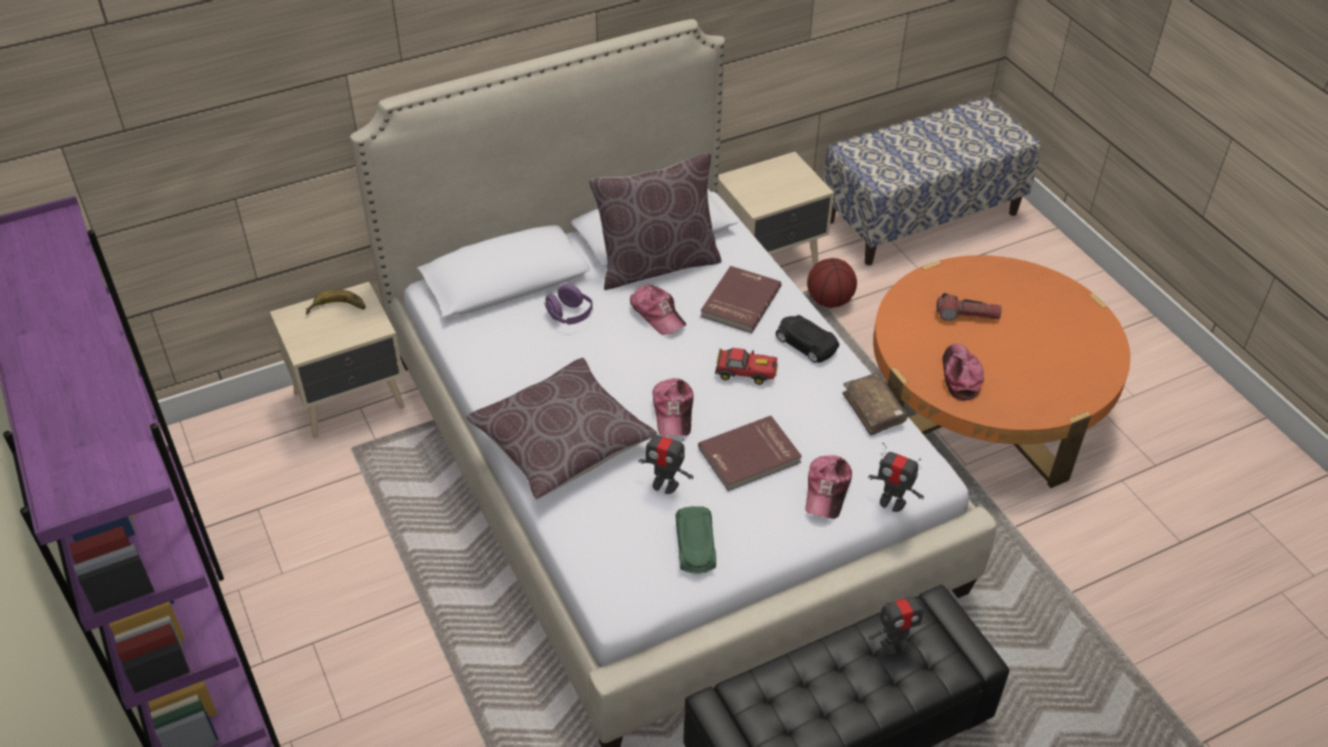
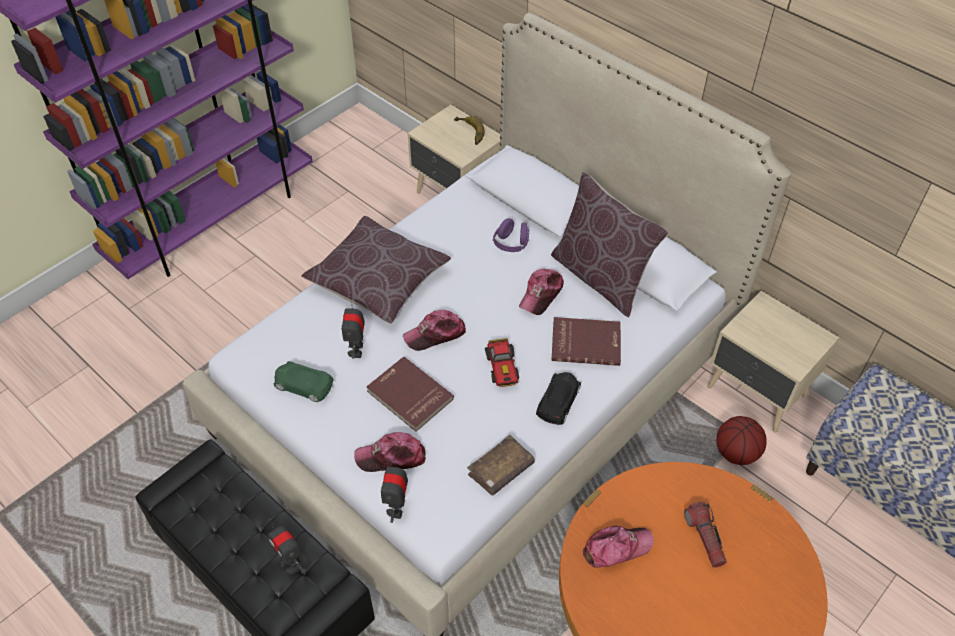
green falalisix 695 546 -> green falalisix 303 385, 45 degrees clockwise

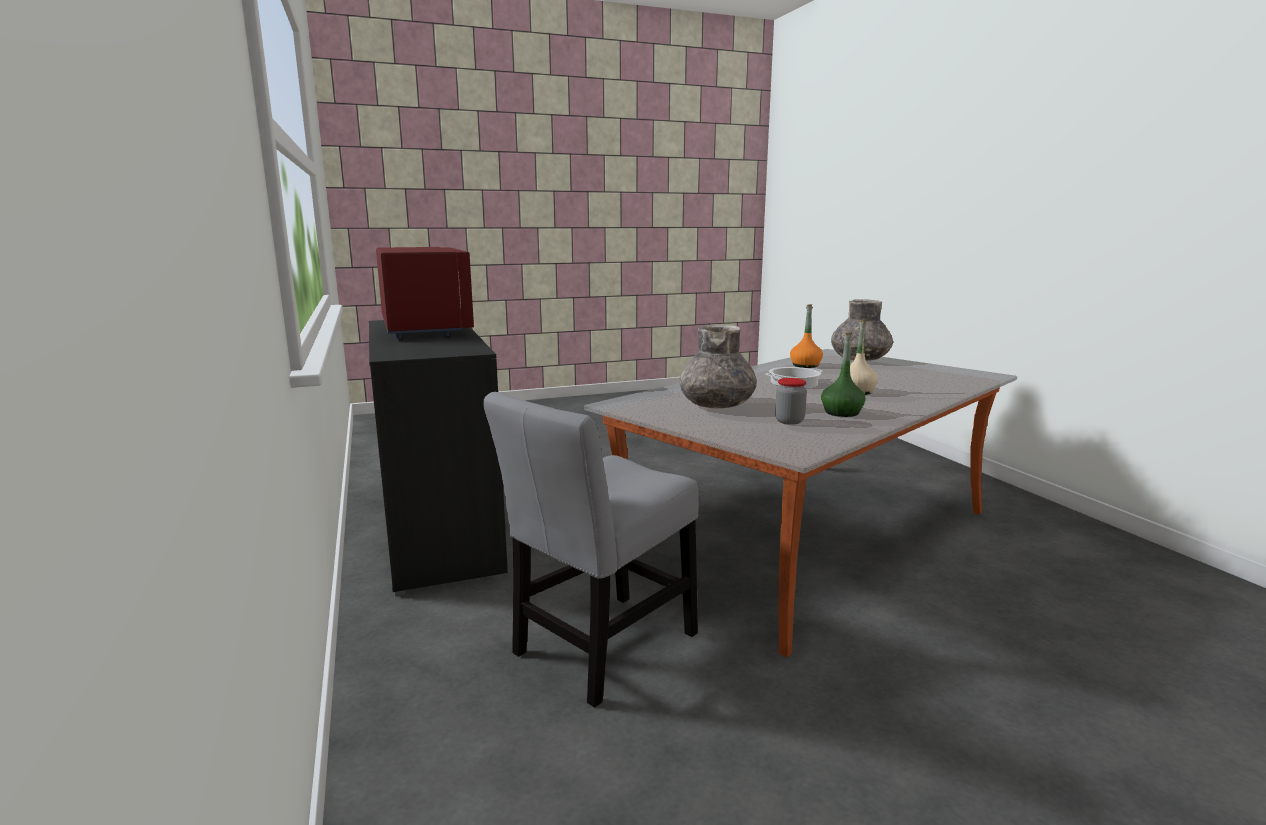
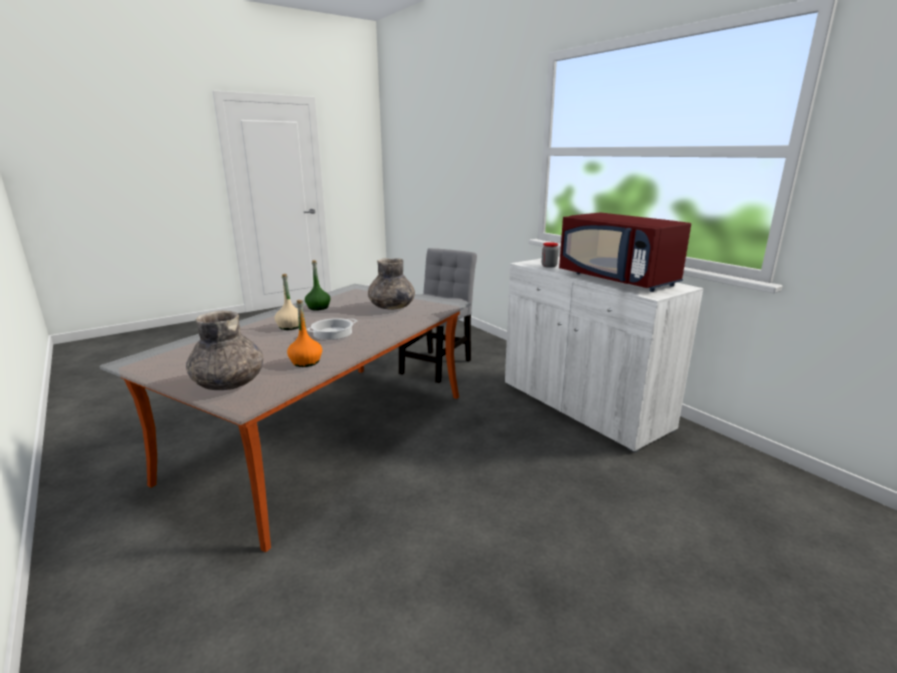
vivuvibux 789 421 -> vivuvibux 549 266, move
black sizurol 439 530 -> white sizurol 582 406

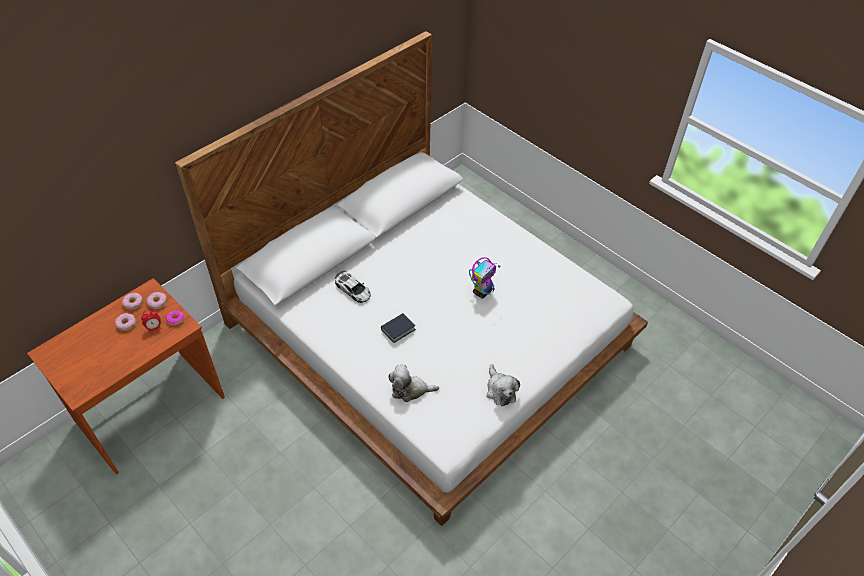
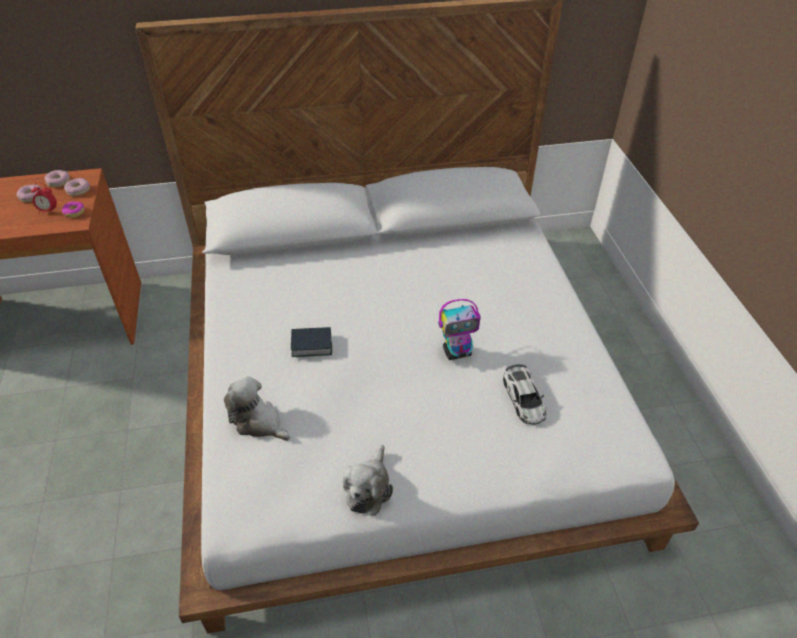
falalisix 353 290 -> falalisix 524 399, move

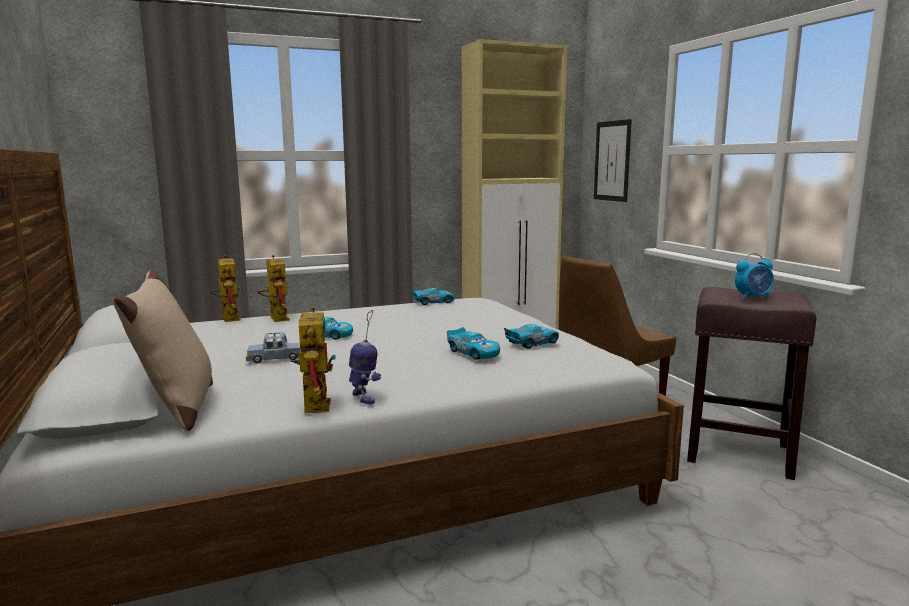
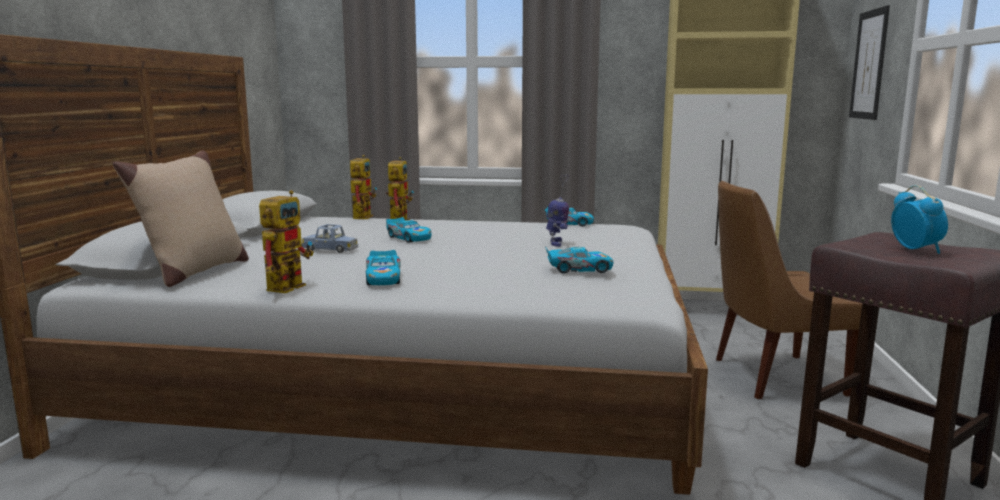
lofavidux 364 398 -> lofavidux 557 243, move
falalisix 473 352 -> falalisix 383 278, move
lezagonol 753 297 -> lezagonol 915 249, 120 degrees counterclockwise

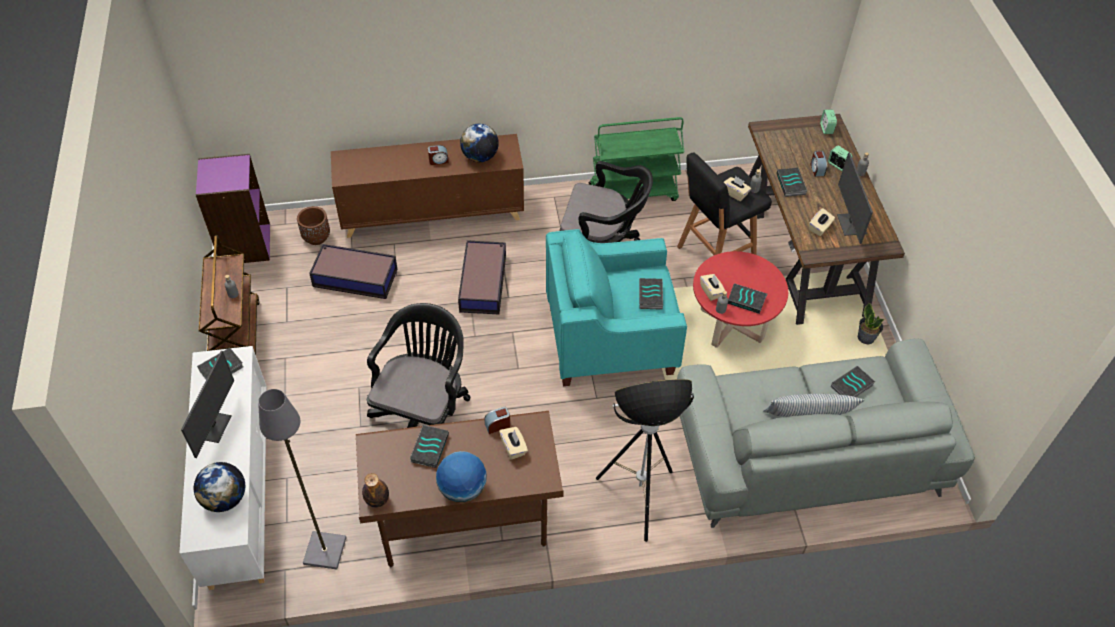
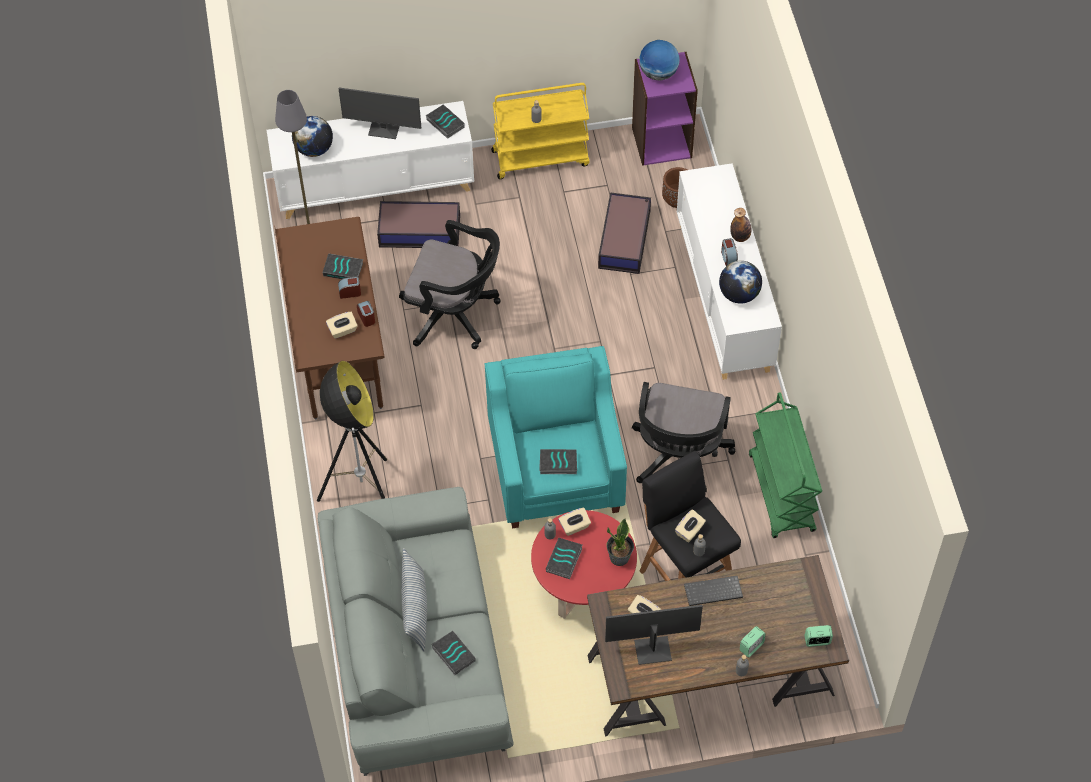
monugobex 377 500 -> monugobex 740 237, move
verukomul 462 489 -> verukomul 658 73, move
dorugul 483 282 -> dorugul 420 231, move
lezagonol 817 169 -> lezagonol 350 292, move
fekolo 866 337 -> fekolo 619 557, move
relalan 791 184 -> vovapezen 712 592
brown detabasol 238 338 -> yellow detabasol 541 157
brown sizurol 433 213 -> white sizurol 724 297

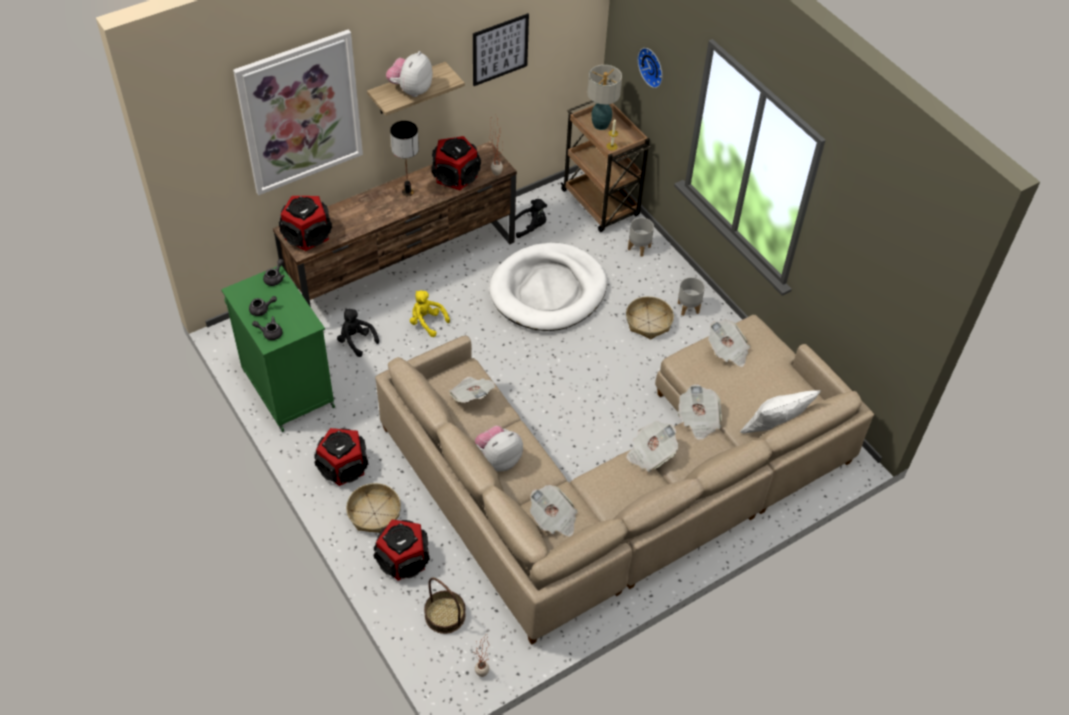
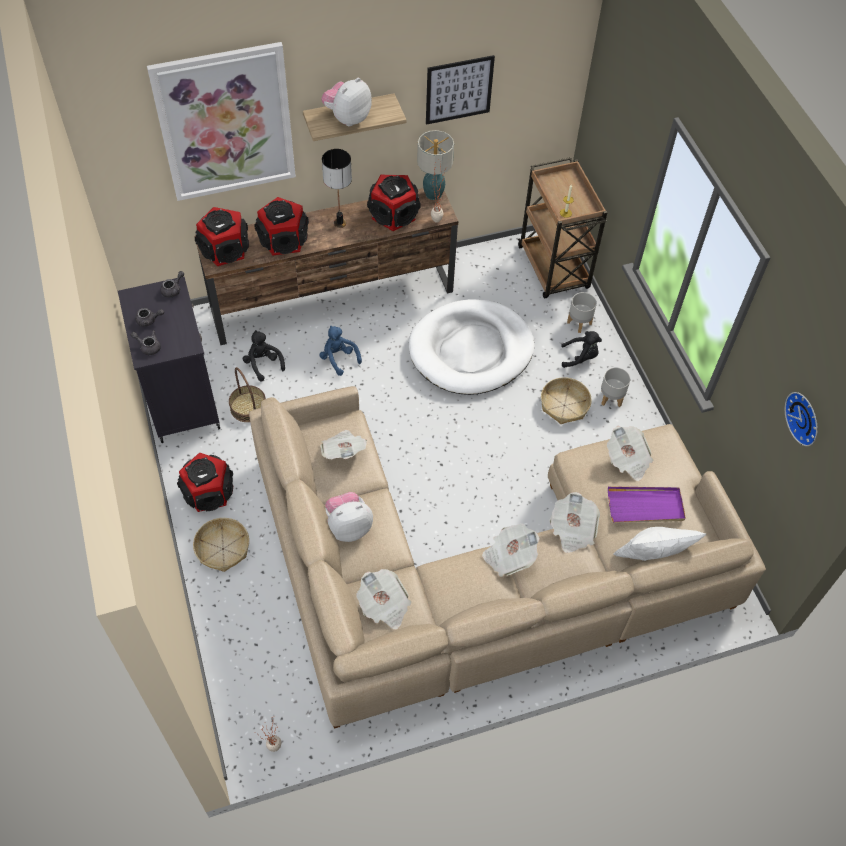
none -> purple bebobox 645 506
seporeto 404 559 -> seporeto 284 240, move
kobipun 445 615 -> kobipun 248 407, move
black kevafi 531 227 -> black kevafi 580 357, move
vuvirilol 601 125 -> vuvirilol 434 194, move
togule 652 66 -> togule 805 418, move
green sizurol 287 387 -> black sizurol 181 397
yellow kevafi 427 322 -> blue kevafi 338 358

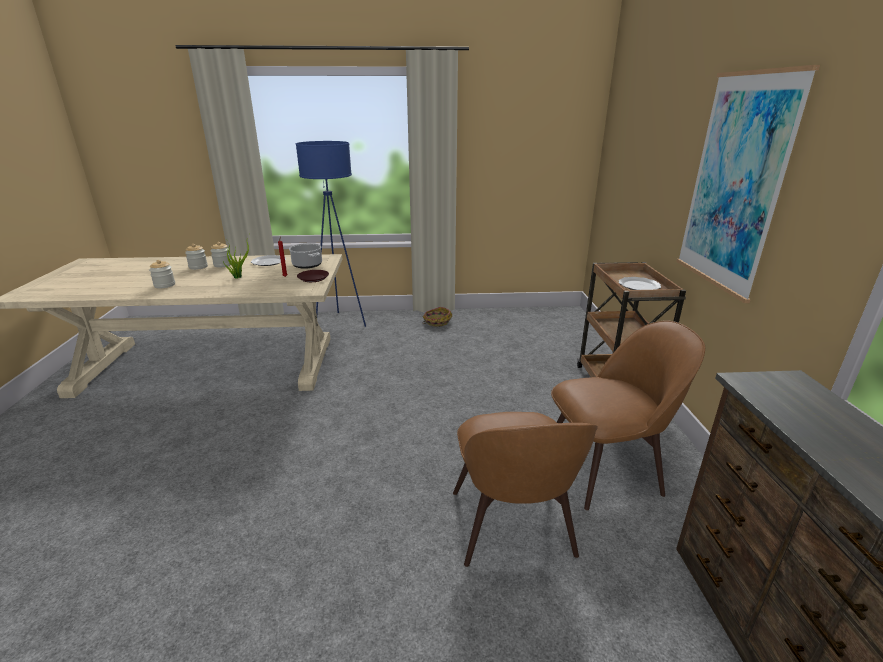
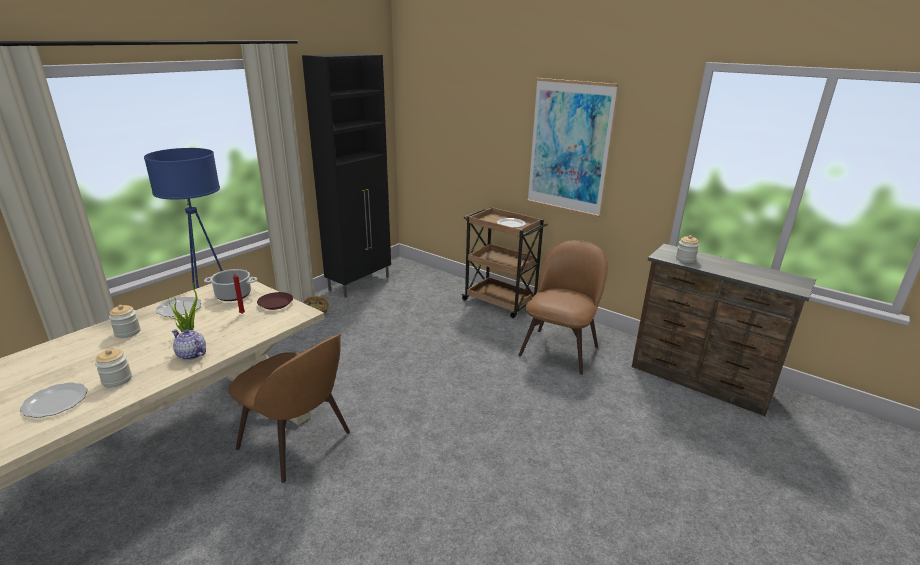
none -> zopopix 56 401
none -> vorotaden 191 354
none -> black sizurol 360 283
vivuvibux 198 267 -> vivuvibux 685 259, move
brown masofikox 512 527 -> brown masofikox 297 442, move

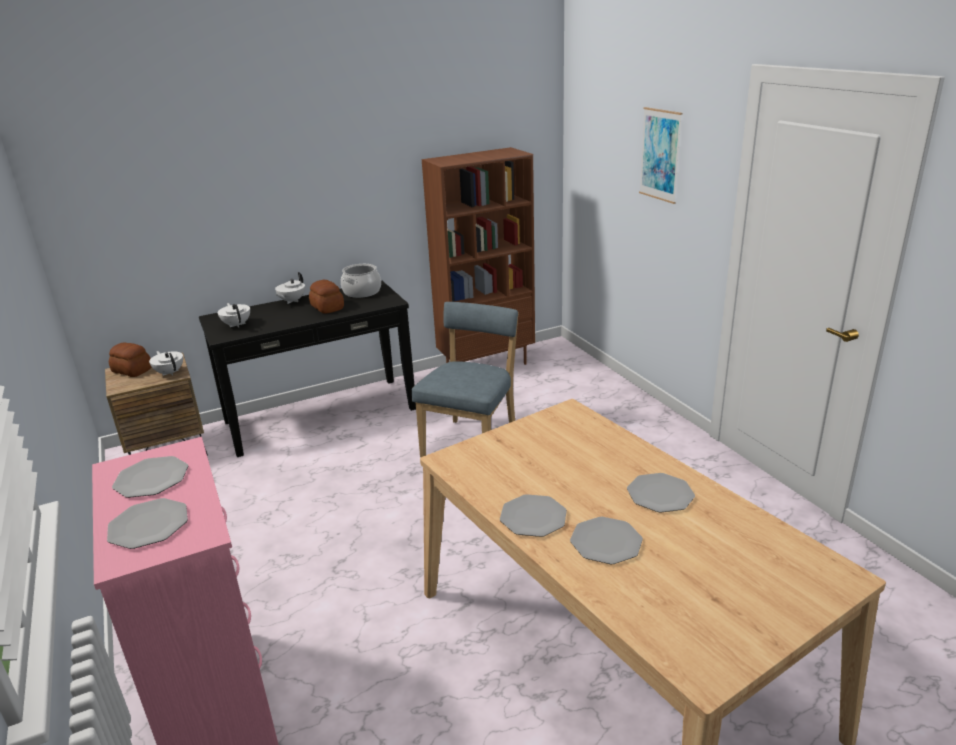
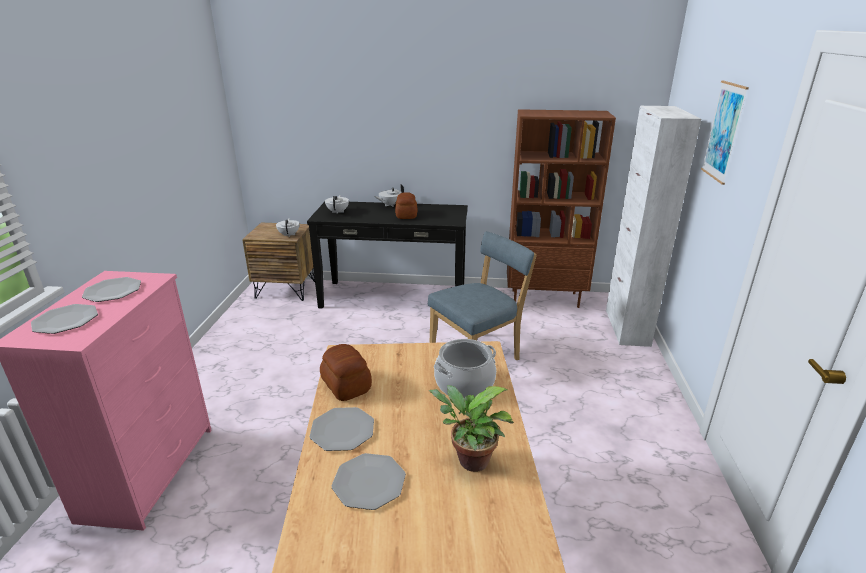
none -> white sizurol 627 327
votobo 132 371 -> votobo 346 385, move
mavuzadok 362 292 -> mavuzadok 464 384, move
zopopix 660 494 -> fekolo 469 461

